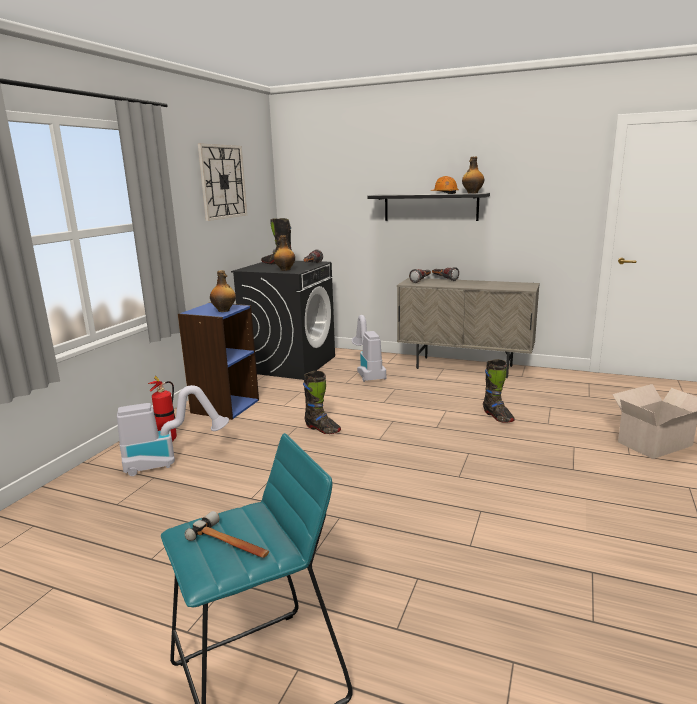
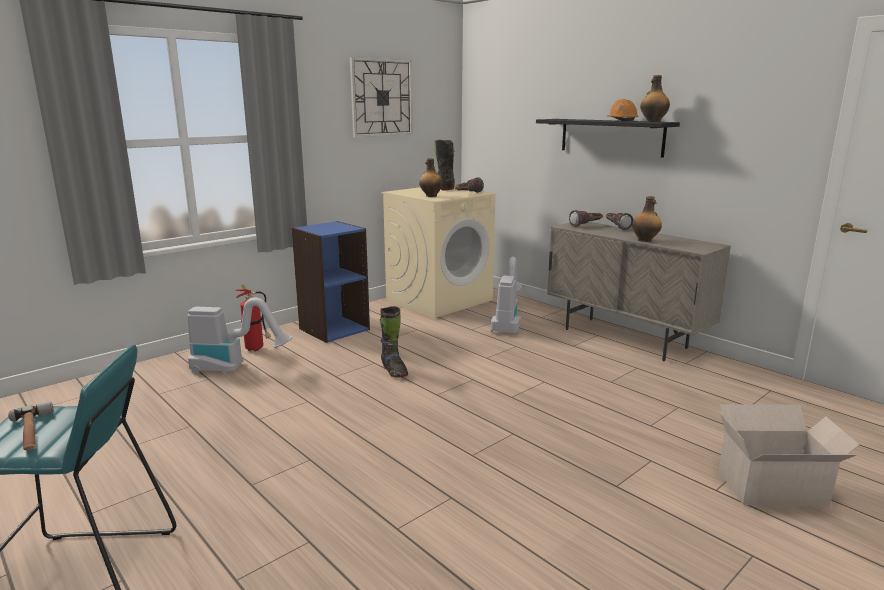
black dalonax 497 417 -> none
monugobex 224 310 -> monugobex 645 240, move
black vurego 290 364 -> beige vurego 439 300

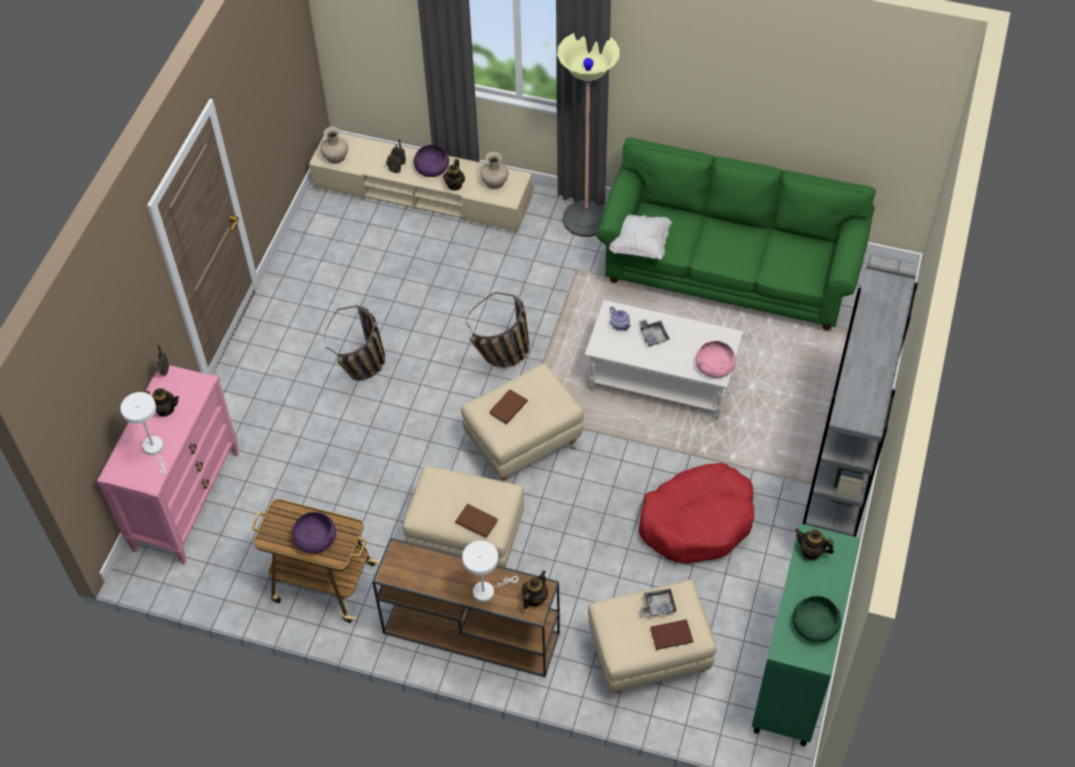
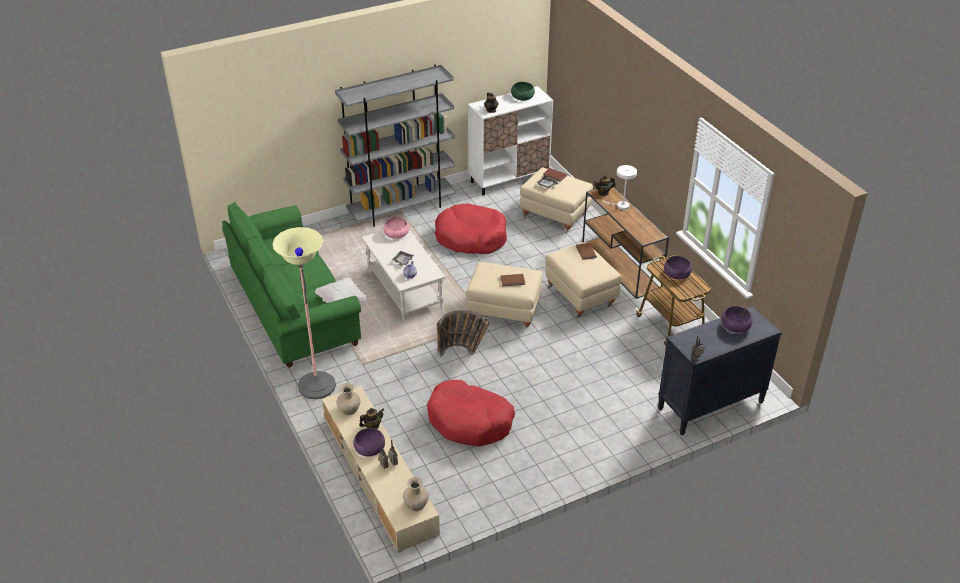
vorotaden 165 409 -> none
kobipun 364 371 -> none
none -> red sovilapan 470 421
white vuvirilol 155 449 -> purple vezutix 735 325
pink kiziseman 186 500 -> black kiziseman 710 406
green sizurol 793 677 -> white sizurol 509 179

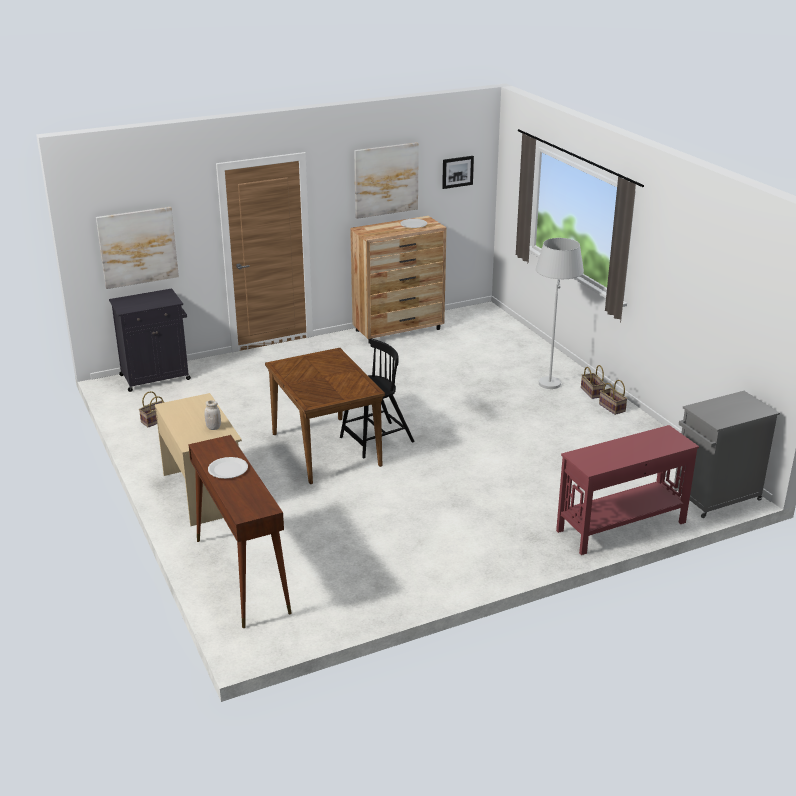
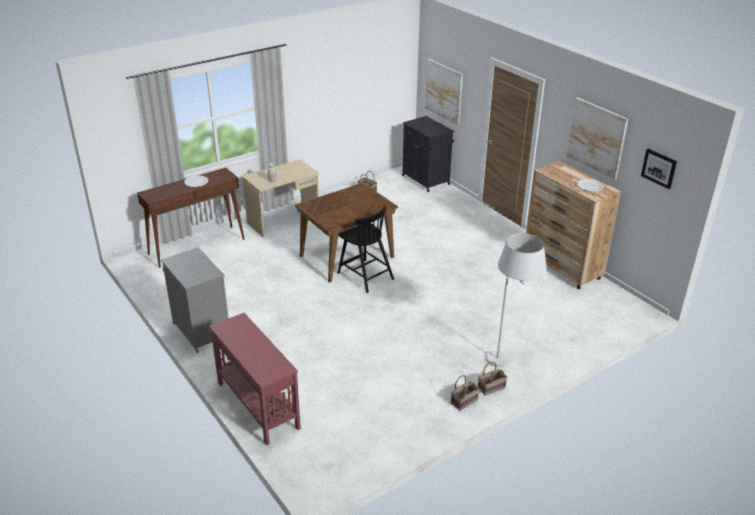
grey sizurol 714 497 -> grey sizurol 201 330, move

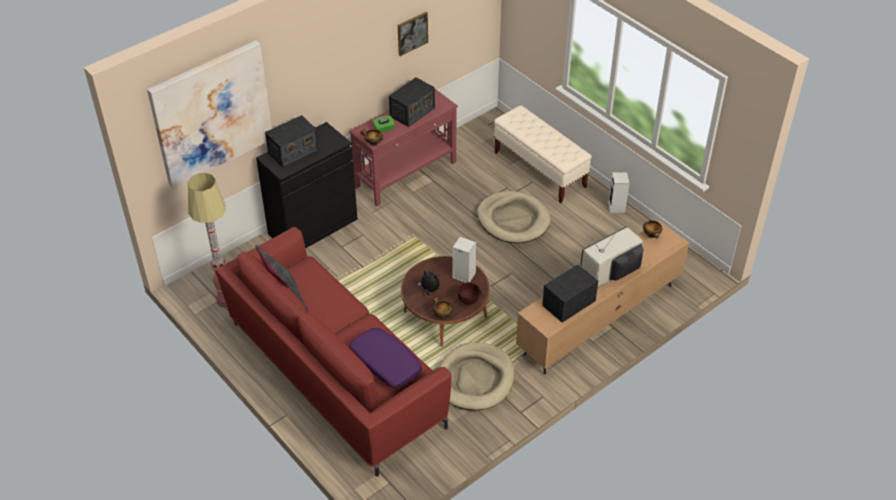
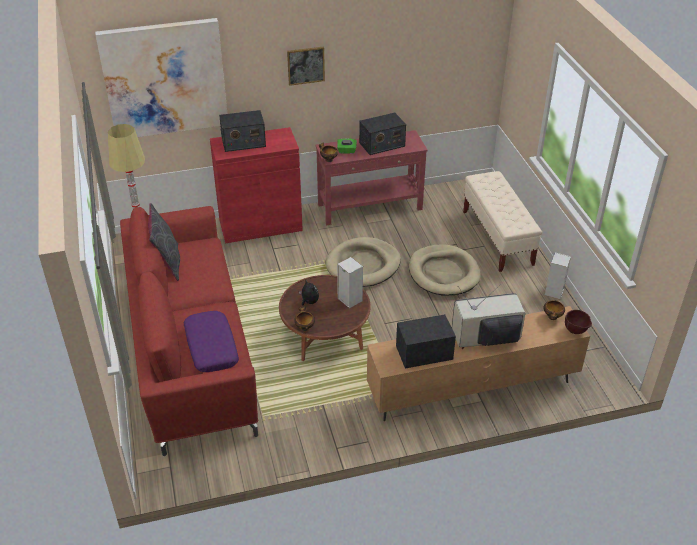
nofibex 412 33 -> nofibex 305 65, move
beige sovilapan 475 379 -> beige sovilapan 363 265, move
brown vezutix 469 302 -> brown vezutix 576 332, move
black sizurol 313 226 -> red sizurol 260 225

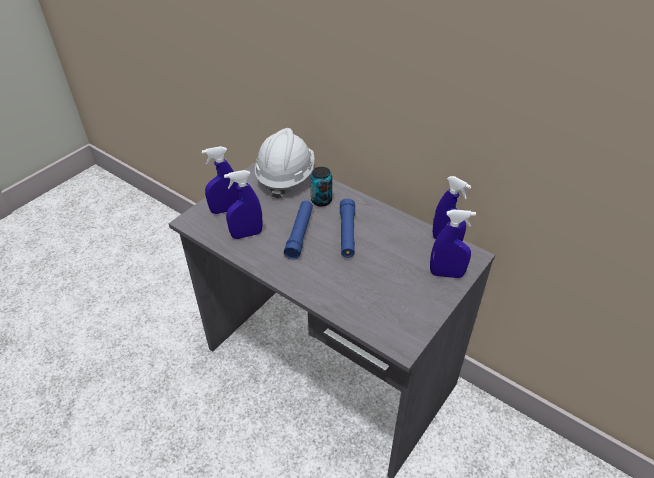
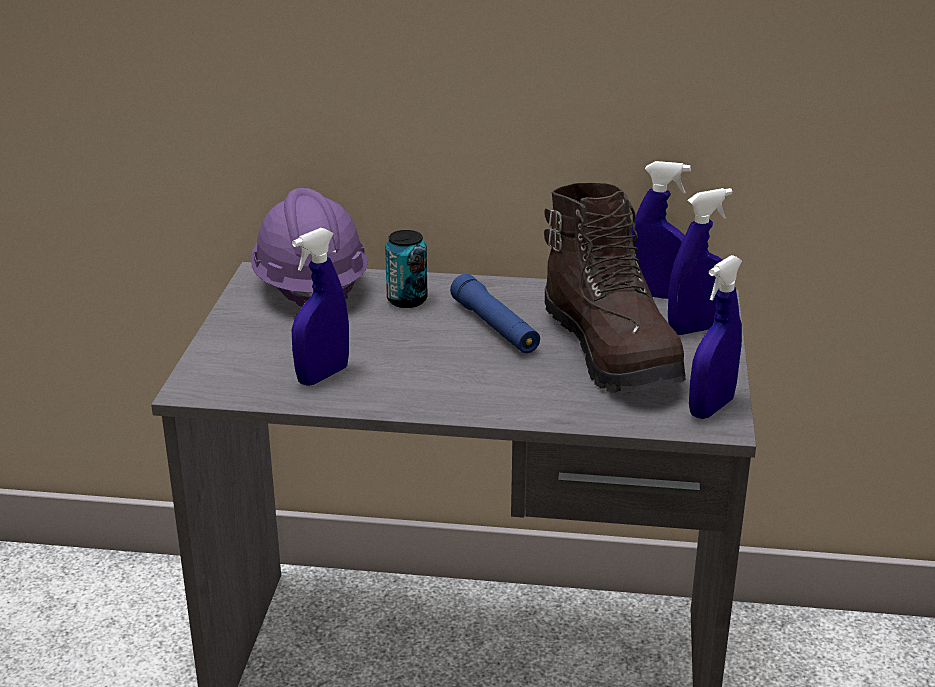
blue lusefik 299 234 -> none
none -> brown dalonax 612 351
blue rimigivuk 225 210 -> blue rimigivuk 711 408, move
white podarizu 285 177 -> purple podarizu 310 288

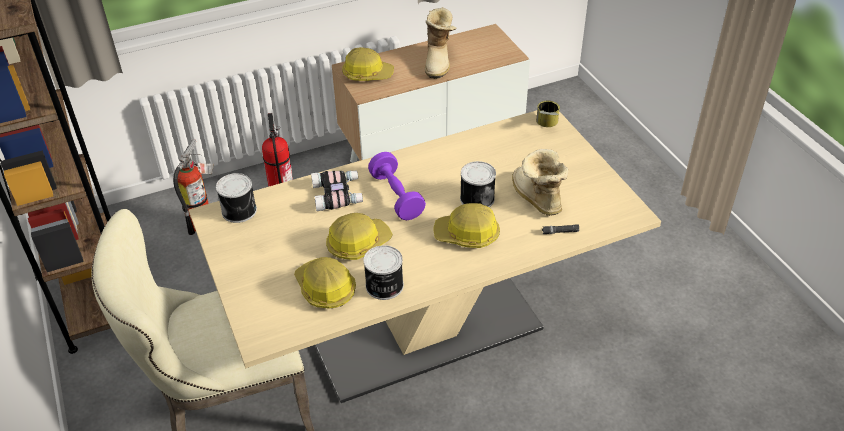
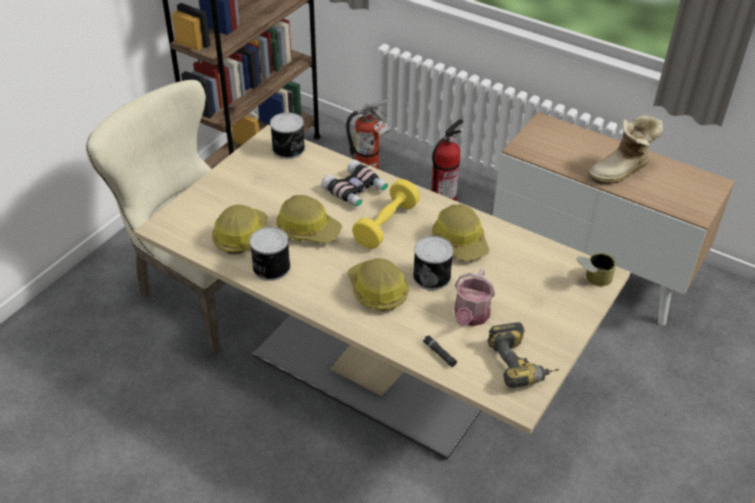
none -> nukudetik 521 364
podarizu 367 74 -> podarizu 460 241, move
dalonax 535 199 -> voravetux 470 317
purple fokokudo 396 196 -> yellow fokokudo 386 225

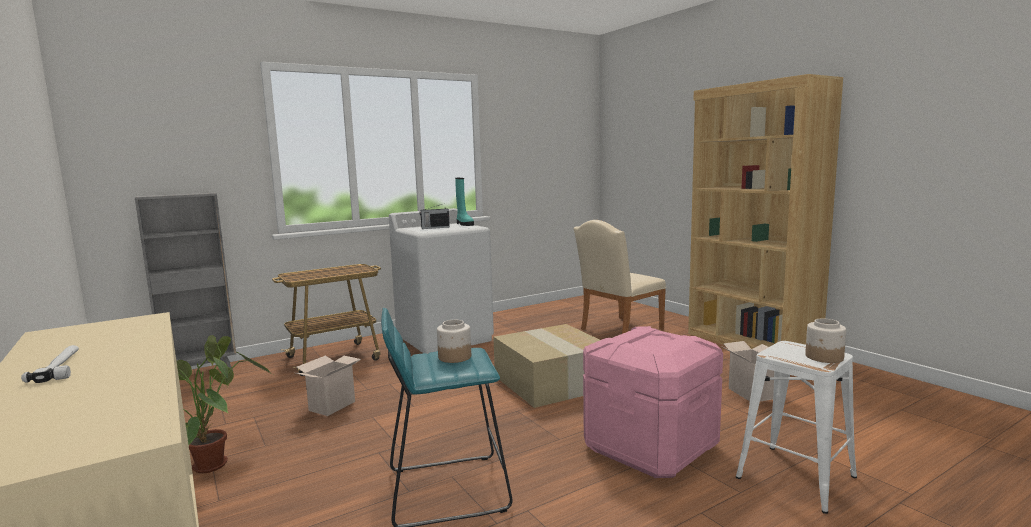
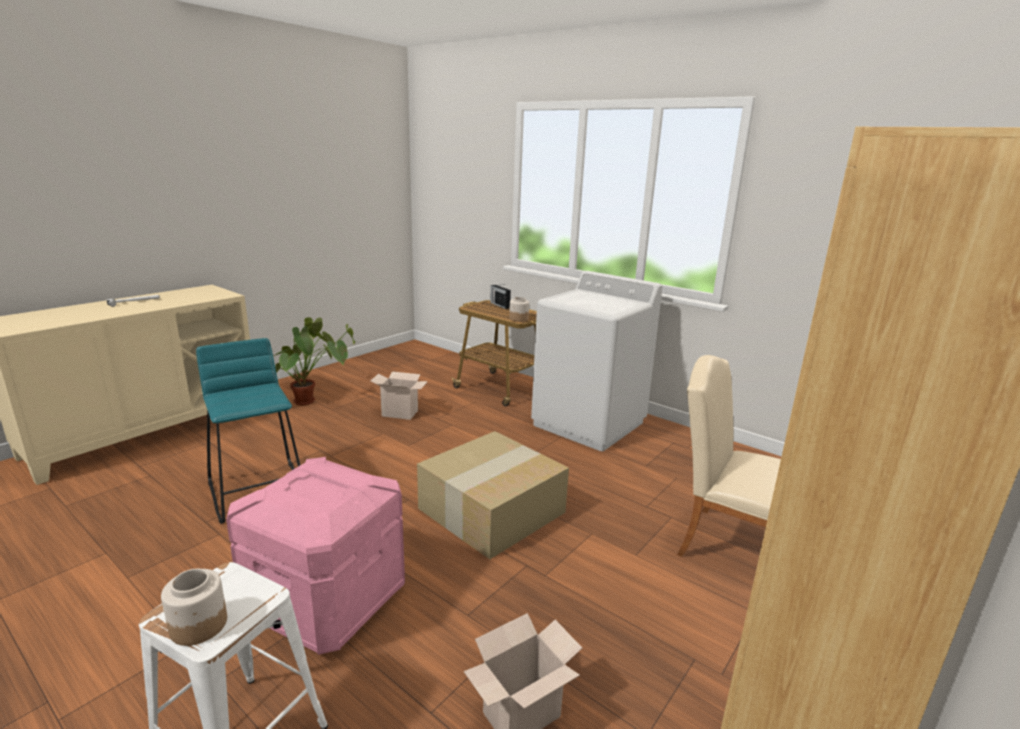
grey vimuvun 201 373 -> none
turquoise dalonax 464 224 -> none
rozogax 434 228 -> rozogax 499 305, move
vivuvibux 454 357 -> vivuvibux 518 319, move

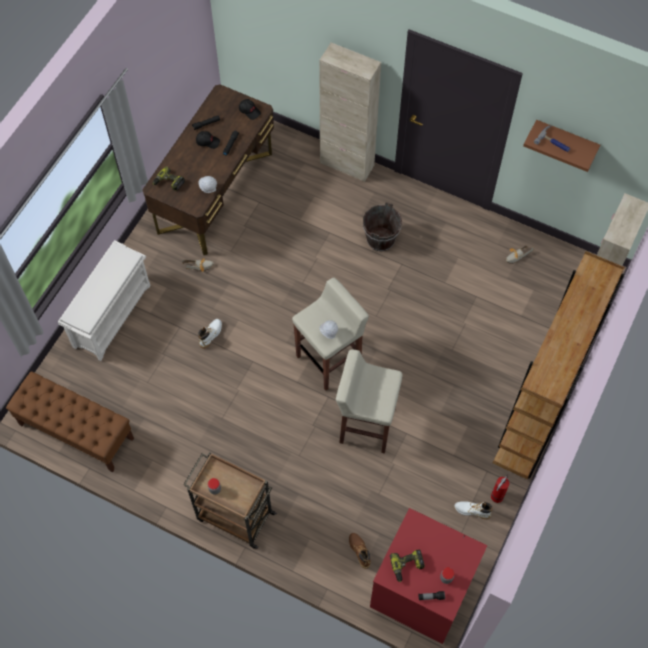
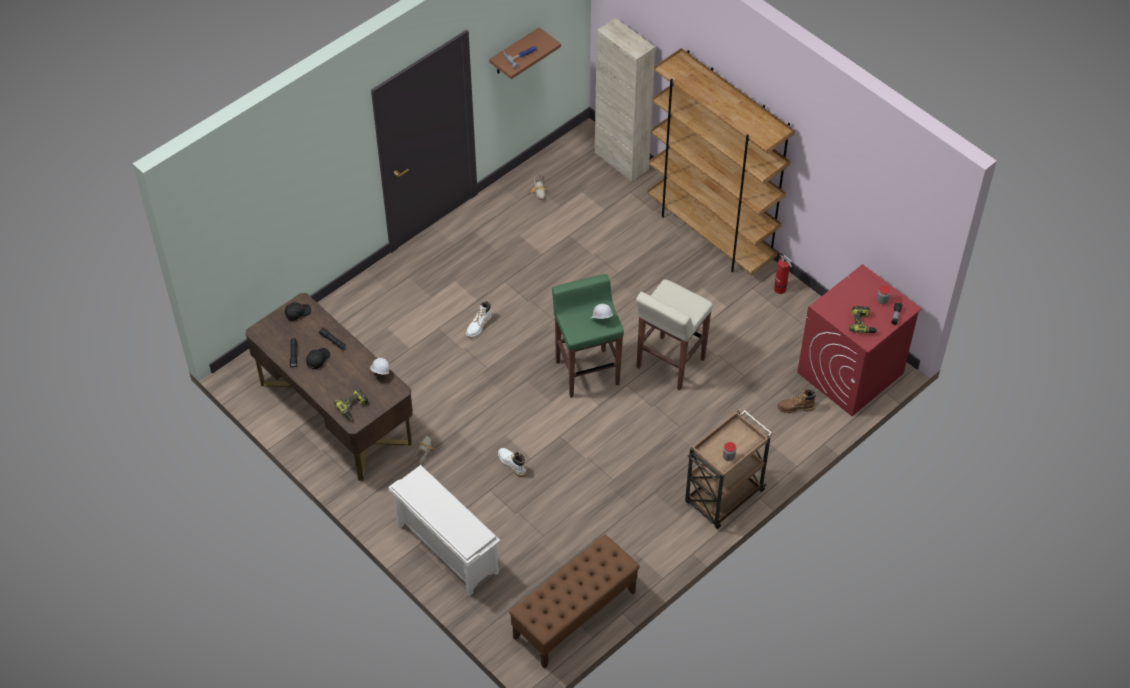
beige sizurol 347 164 -> none
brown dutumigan 380 240 -> none
white dalonax 472 511 -> white dalonax 478 326, move
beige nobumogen 329 360 -> green nobumogen 587 372

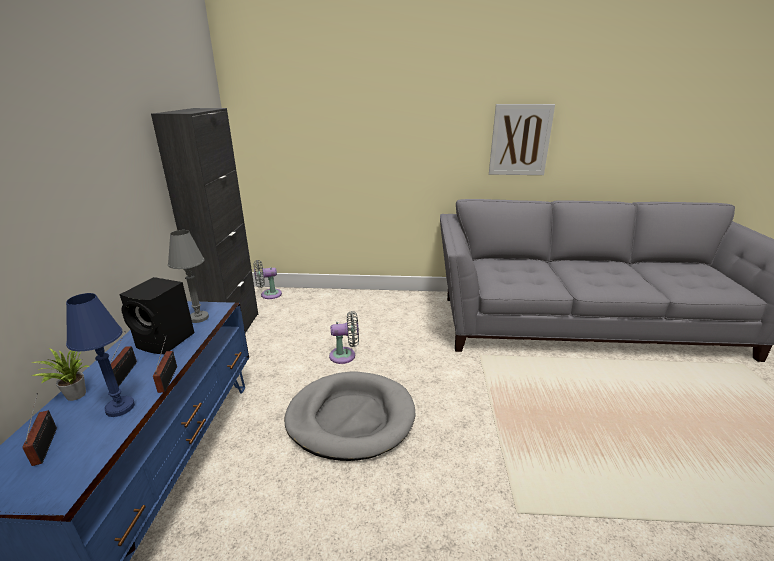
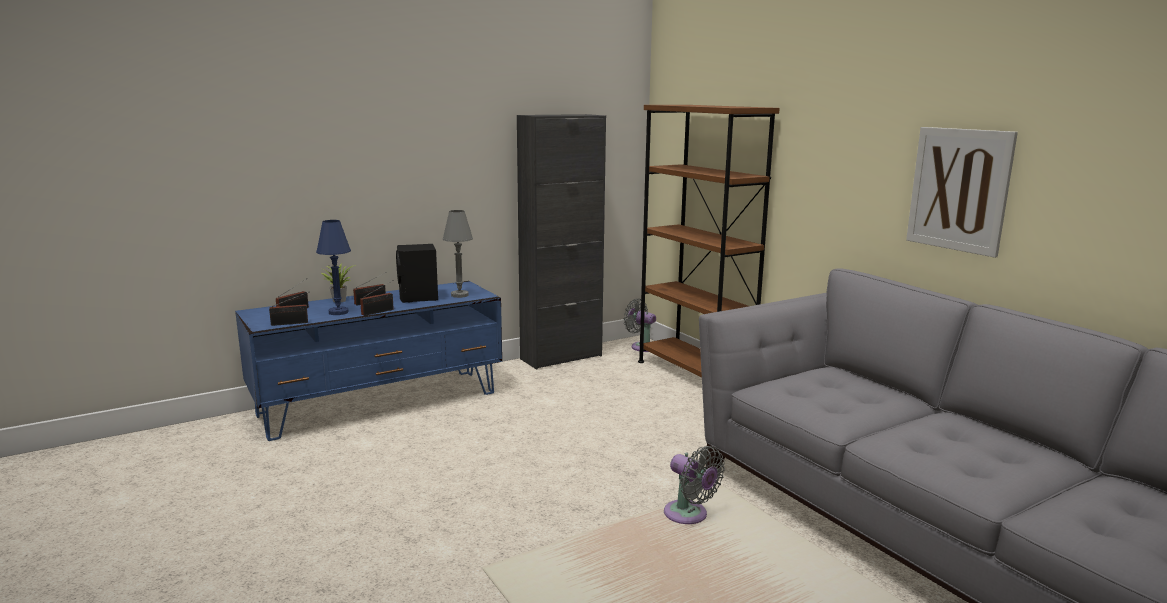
grey sovilapan 351 418 -> none
none -> rozogax 291 323
none -> brown vimuvun 694 375
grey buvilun 345 355 -> grey buvilun 689 515, move

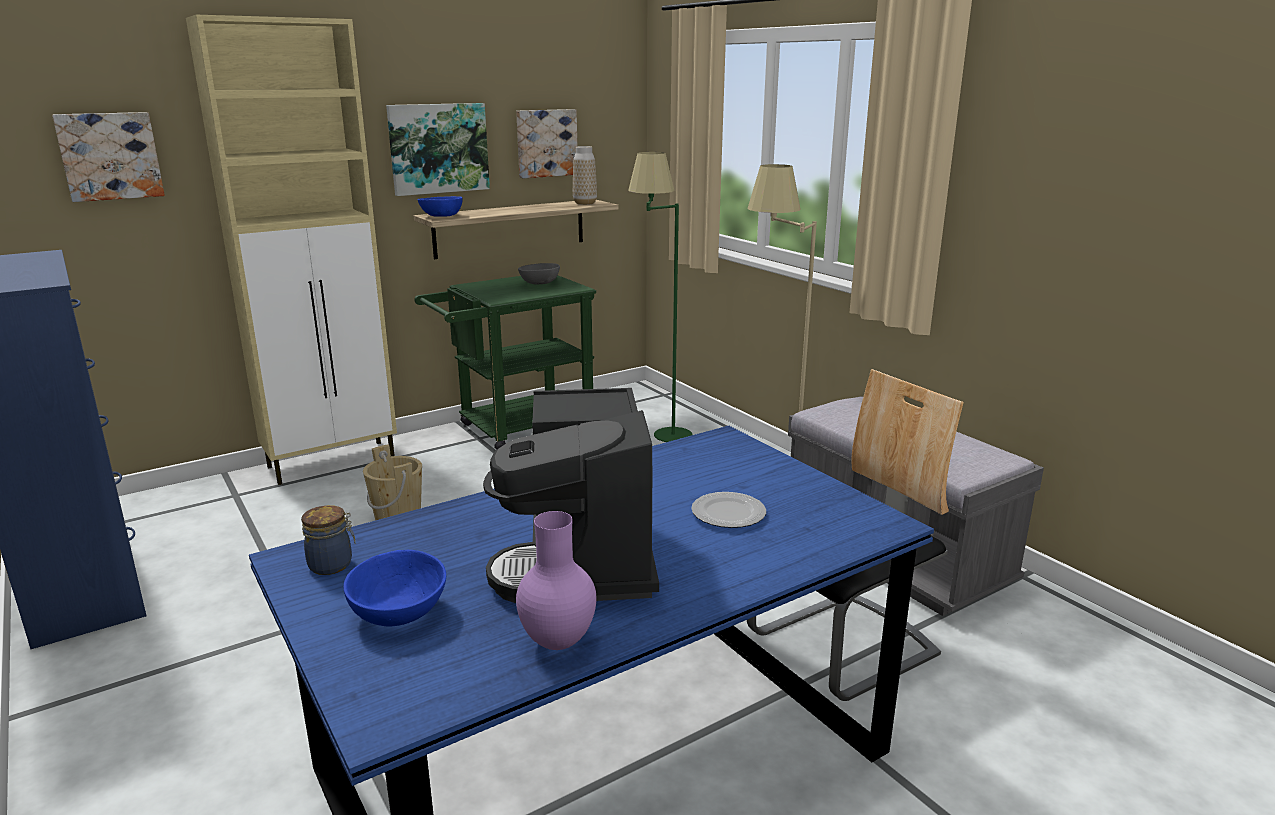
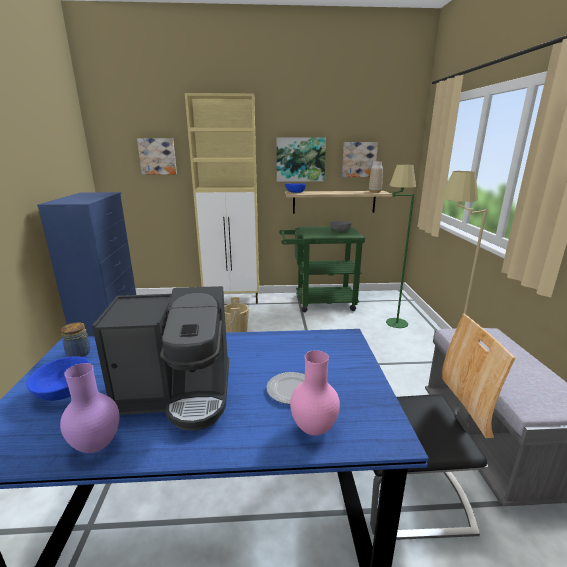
none -> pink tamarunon 313 428
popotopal 583 561 -> popotopal 177 393, 120 degrees counterclockwise

